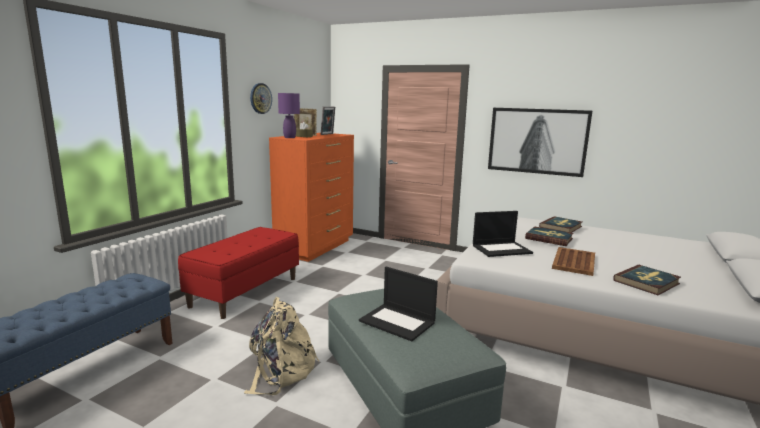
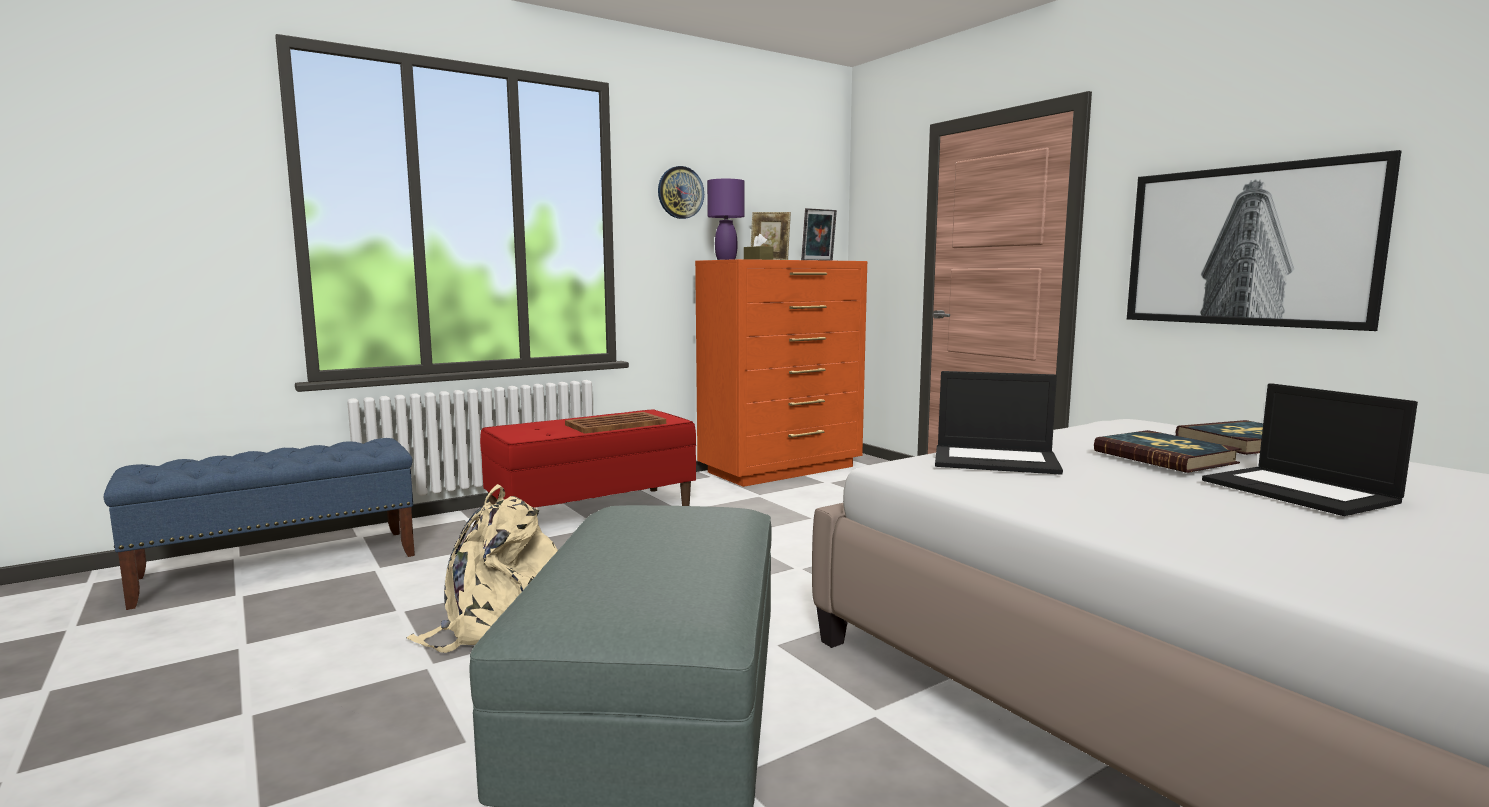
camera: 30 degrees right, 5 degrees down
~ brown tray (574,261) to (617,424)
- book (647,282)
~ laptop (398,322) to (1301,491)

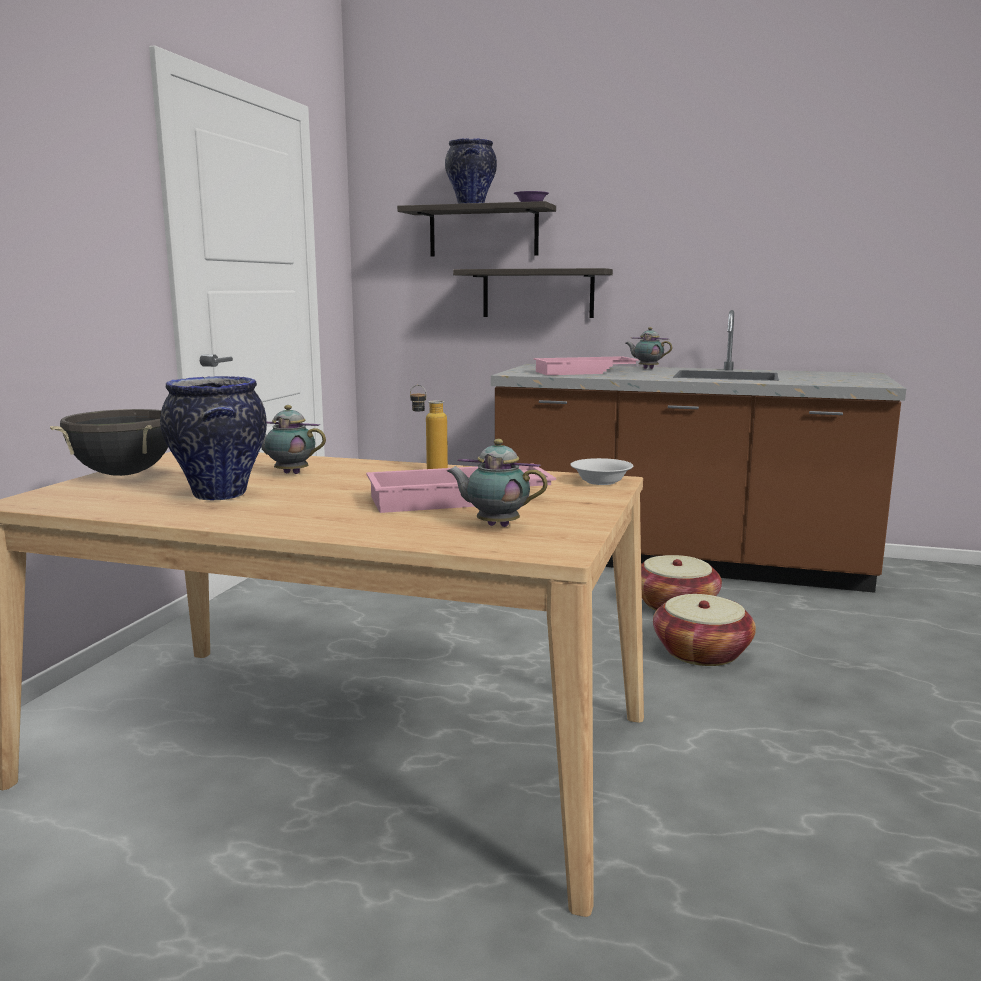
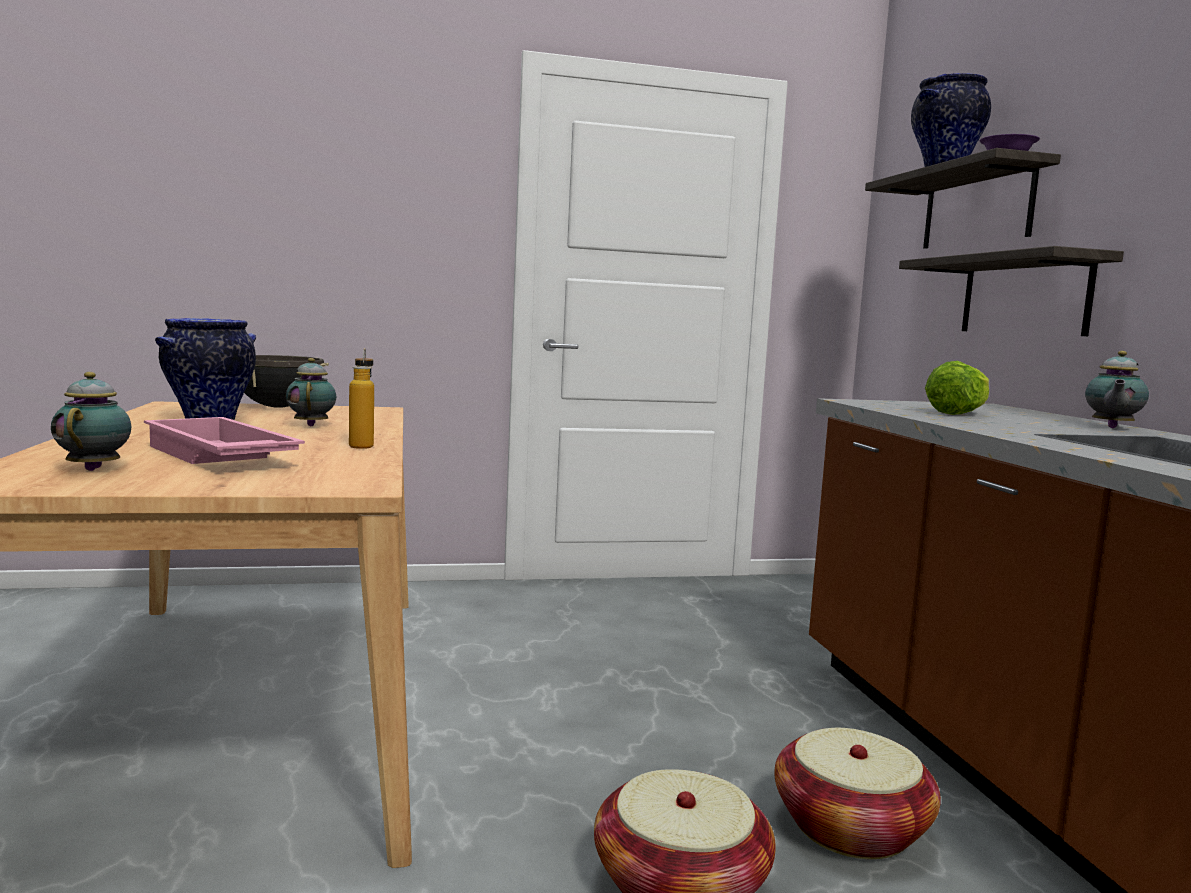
camera: 60 degrees right, 5 degrees down
~ teapot (647,368) = (1111,427) 150 degrees counterclockwise
~ pink tray (584,372) to lettuce (958,413)
- white bowl (602,482)

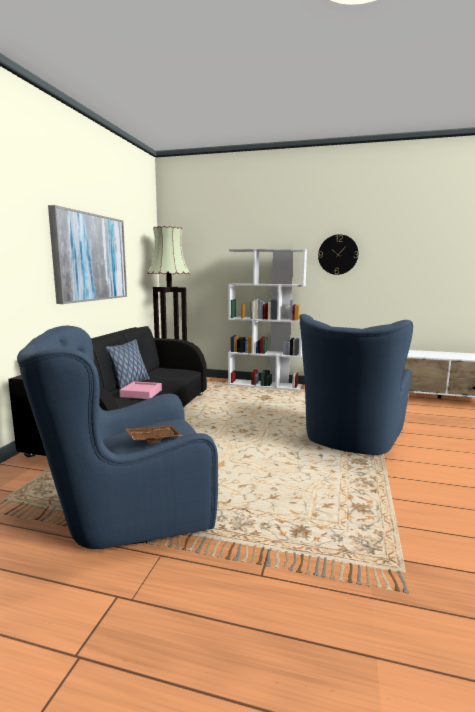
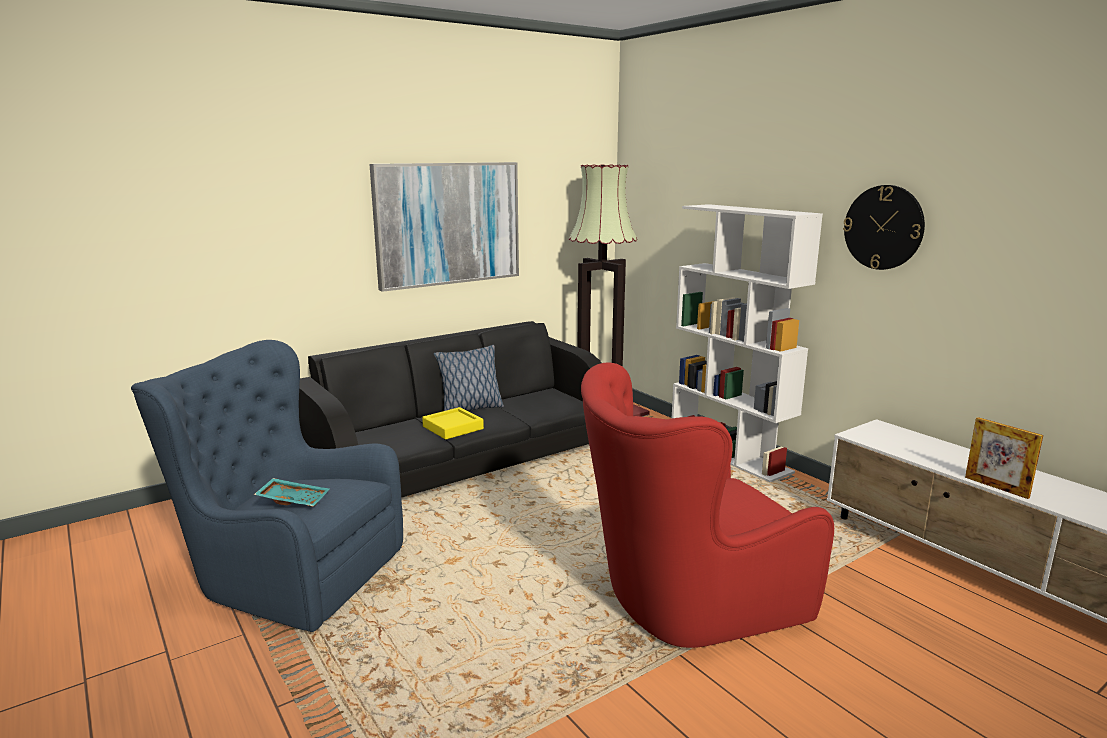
camera: 40 degrees right, 5 degrees up
~ blue armchair (350,439) to red armchair (686,601)
~ pink tray (141,393) to yellow tray (453,428)
~ brown tray (153,439) to turquoise tray (294,499)
+ picture frame (996,487)

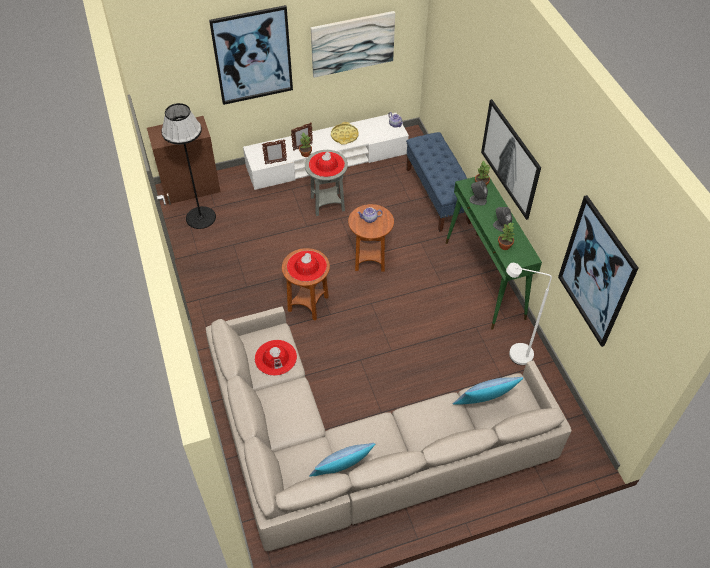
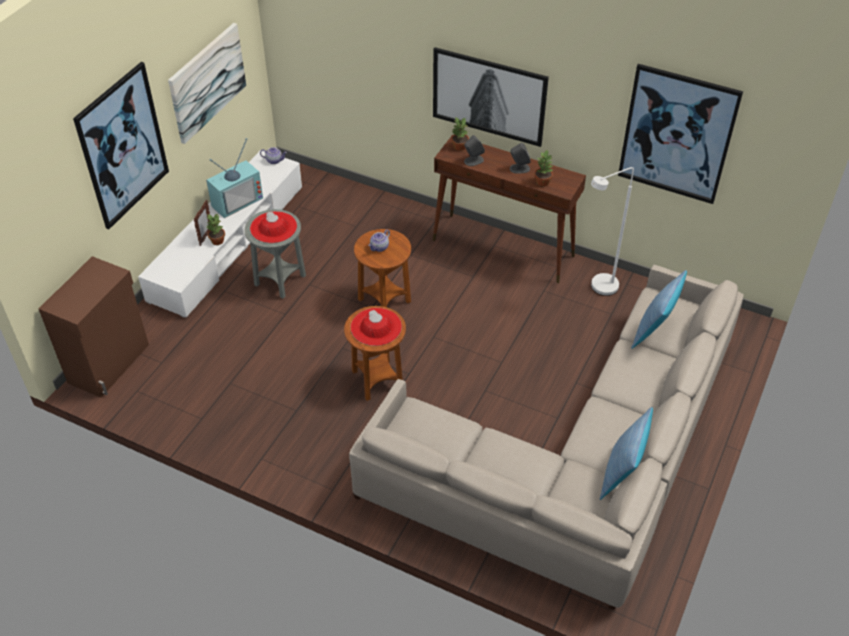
camera: 45 degrees left, 5 degrees down
- black floor lamp (201,217)
~ yellow tray (344,136) to television (236,200)
- blue bench (437,196)
- picture frame (275,162)
~ green console table (484,280) to brown console table (503,248)
- red hat (275,357)

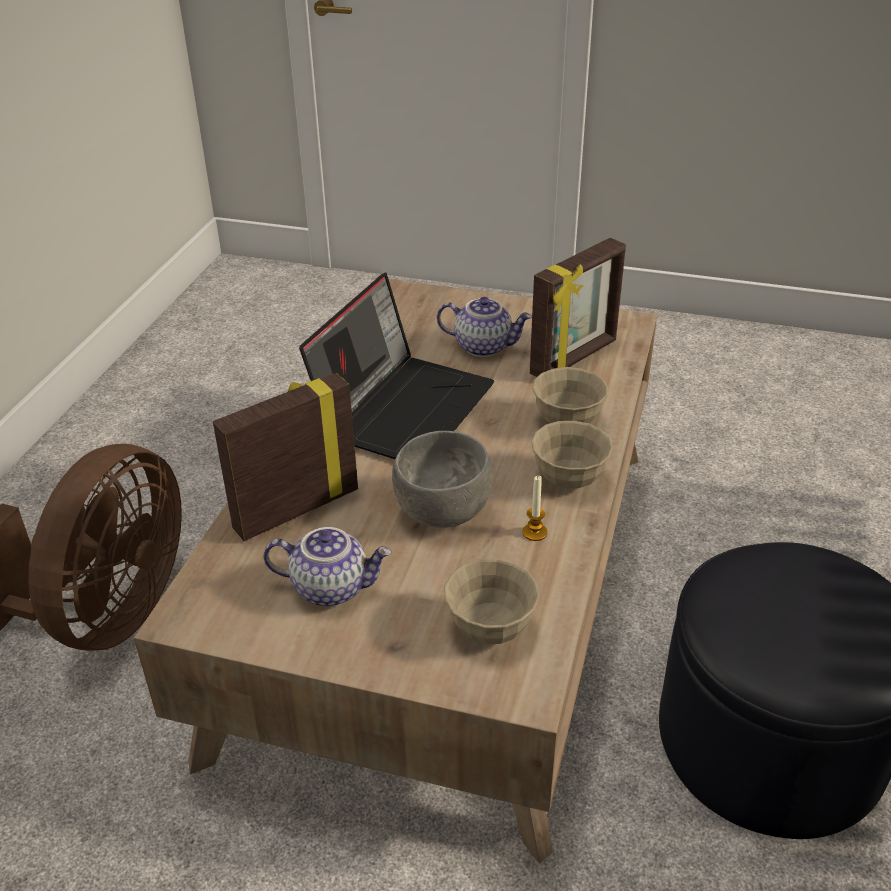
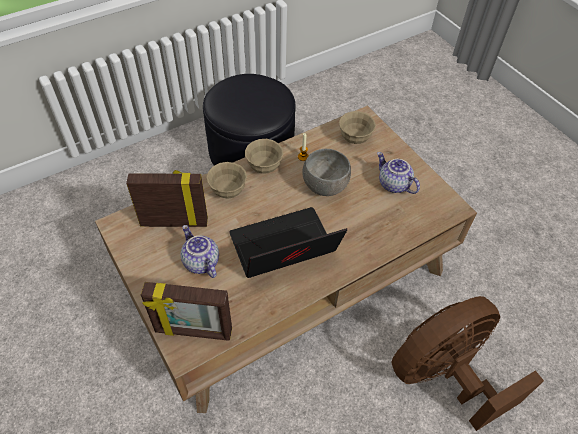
camera: 140 degrees left, 15 degrees up
~ picture frame (295,508) to (193,332)

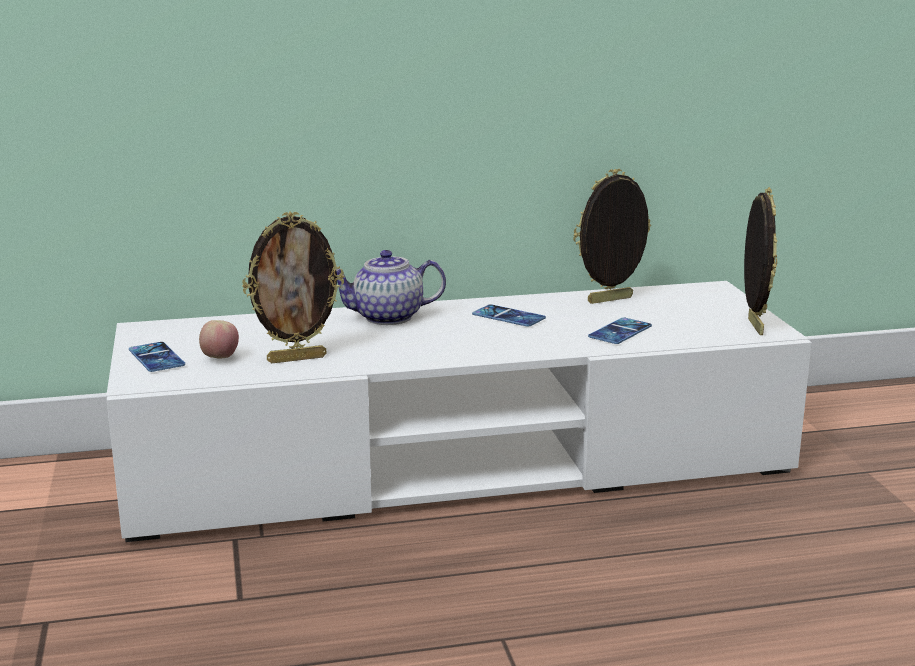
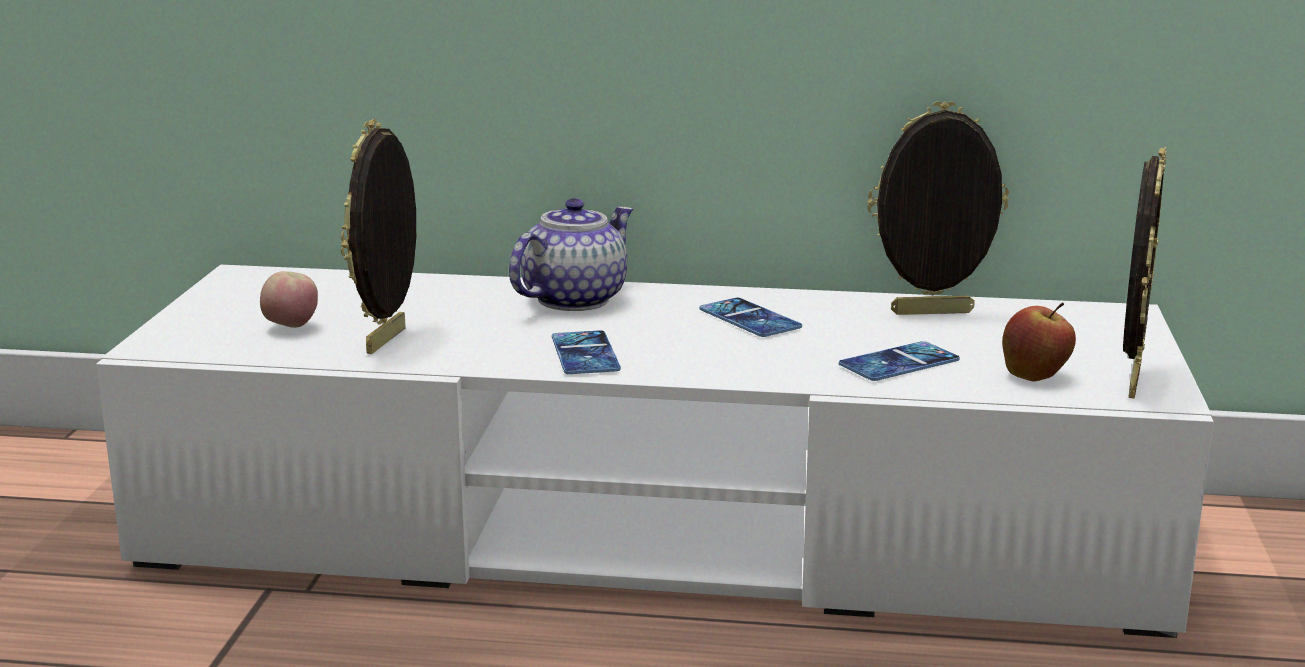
camera: 20 degrees right, 0 degrees up
~ picture frame (297,358) = (389,341) 105 degrees clockwise
~ teapot (387,317) = (574,299) 120 degrees clockwise
~ phone (156,358) to (585,354)
+ apple (1035,376)

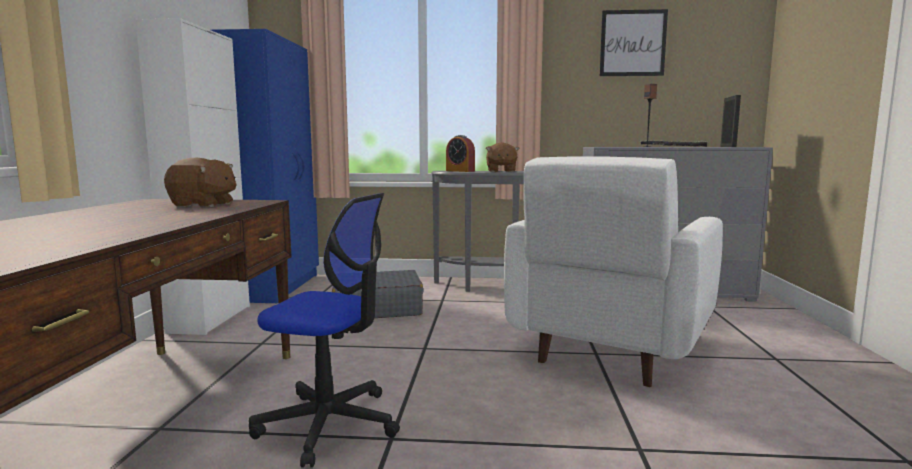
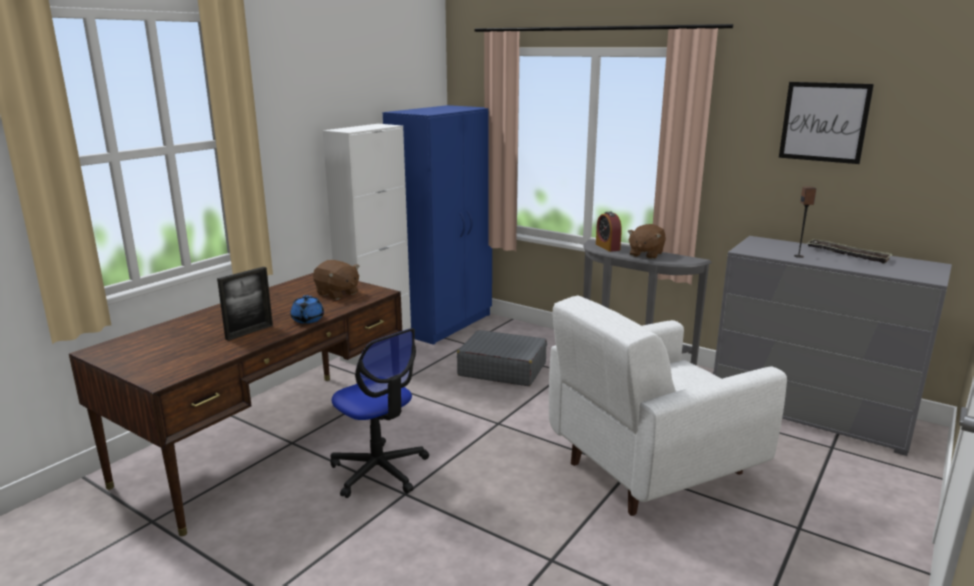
camera: 30 degrees right, 10 degrees up
~ picture frame (728,146) to (249,332)
+ blue teapot (307,320)

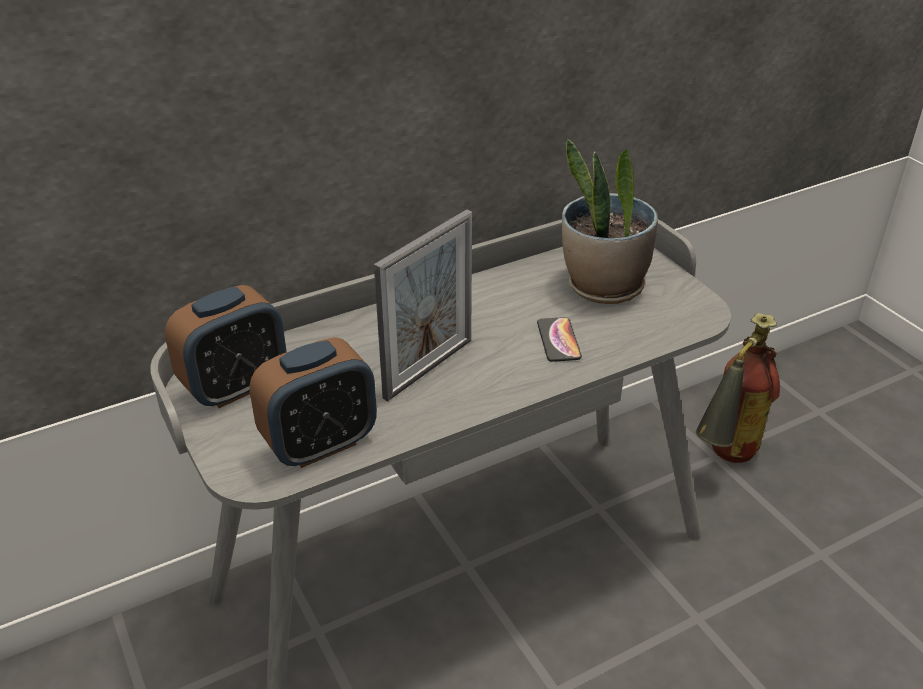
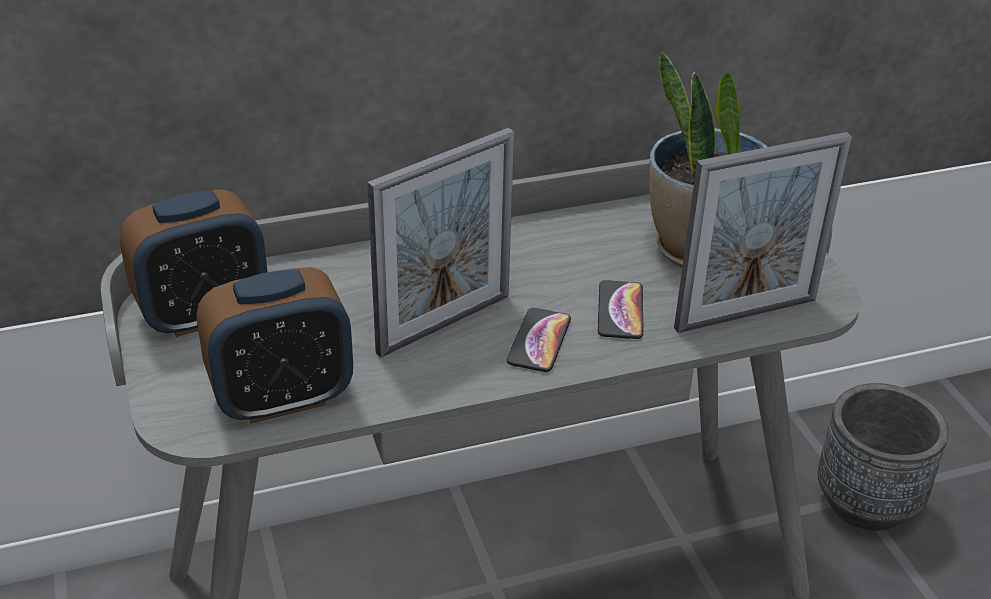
camera: 10 degrees right, 0 degrees up
~ fire extinguisher (723,460) to grey planter (866,503)
+ picture frame (745,314)
+ phone (539,341)

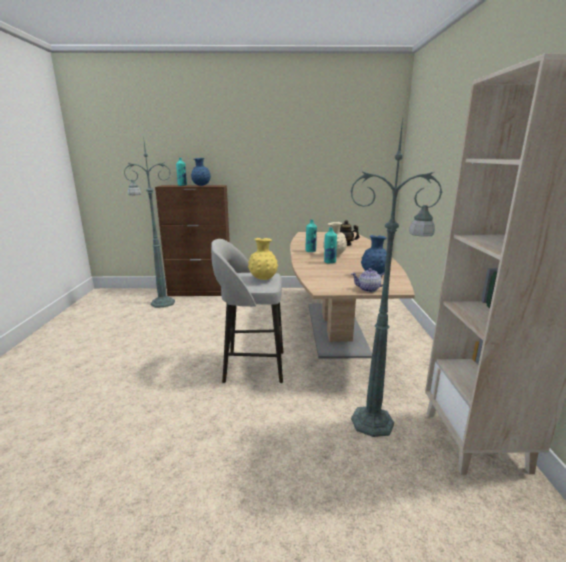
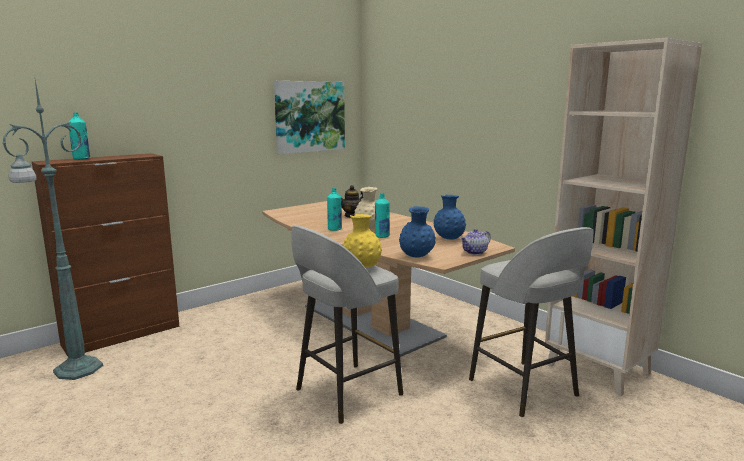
camera: 40 degrees left, 5 degrees down
~ green floor lamp (375,422) to grey stool (524,389)
~ blue vase (201,185) to (416,256)
+ picture (310,116)

